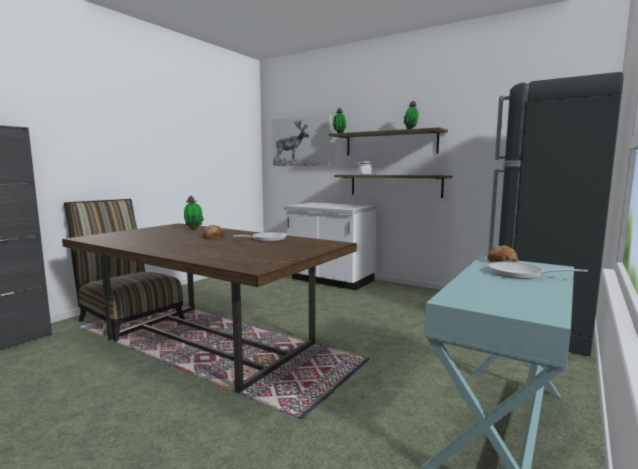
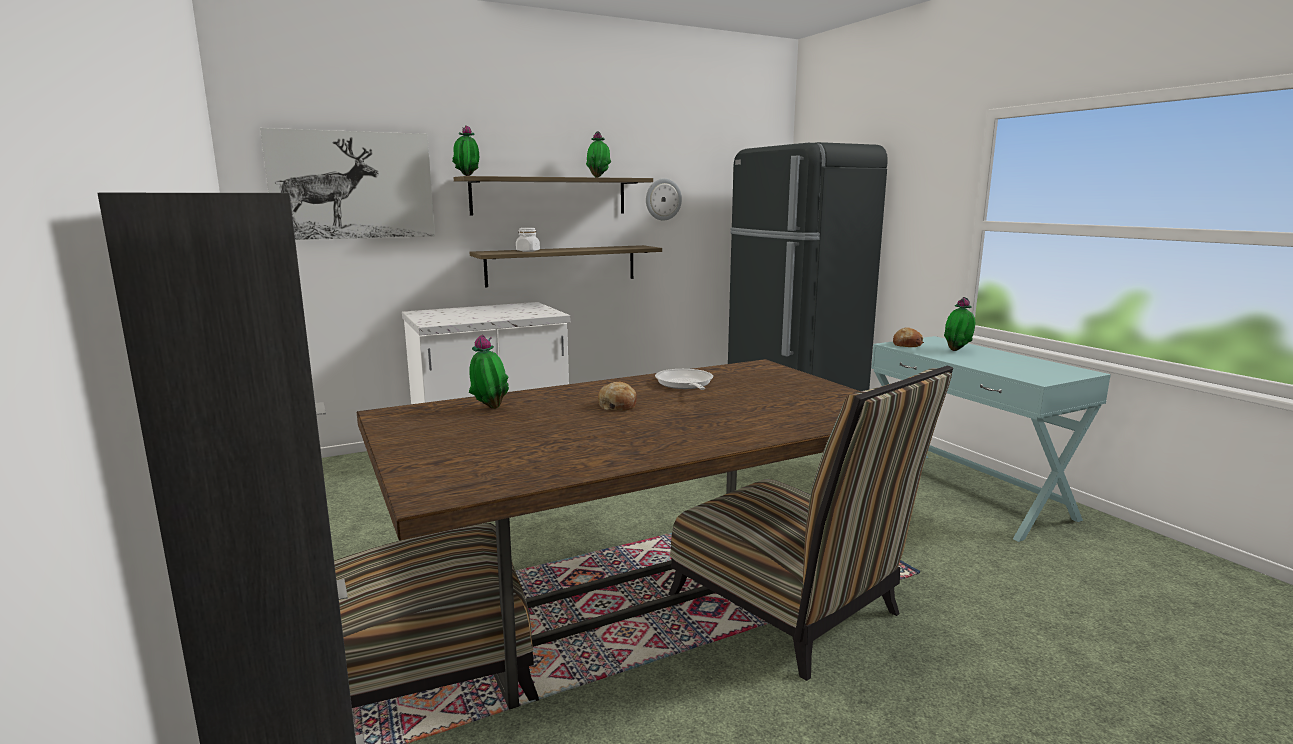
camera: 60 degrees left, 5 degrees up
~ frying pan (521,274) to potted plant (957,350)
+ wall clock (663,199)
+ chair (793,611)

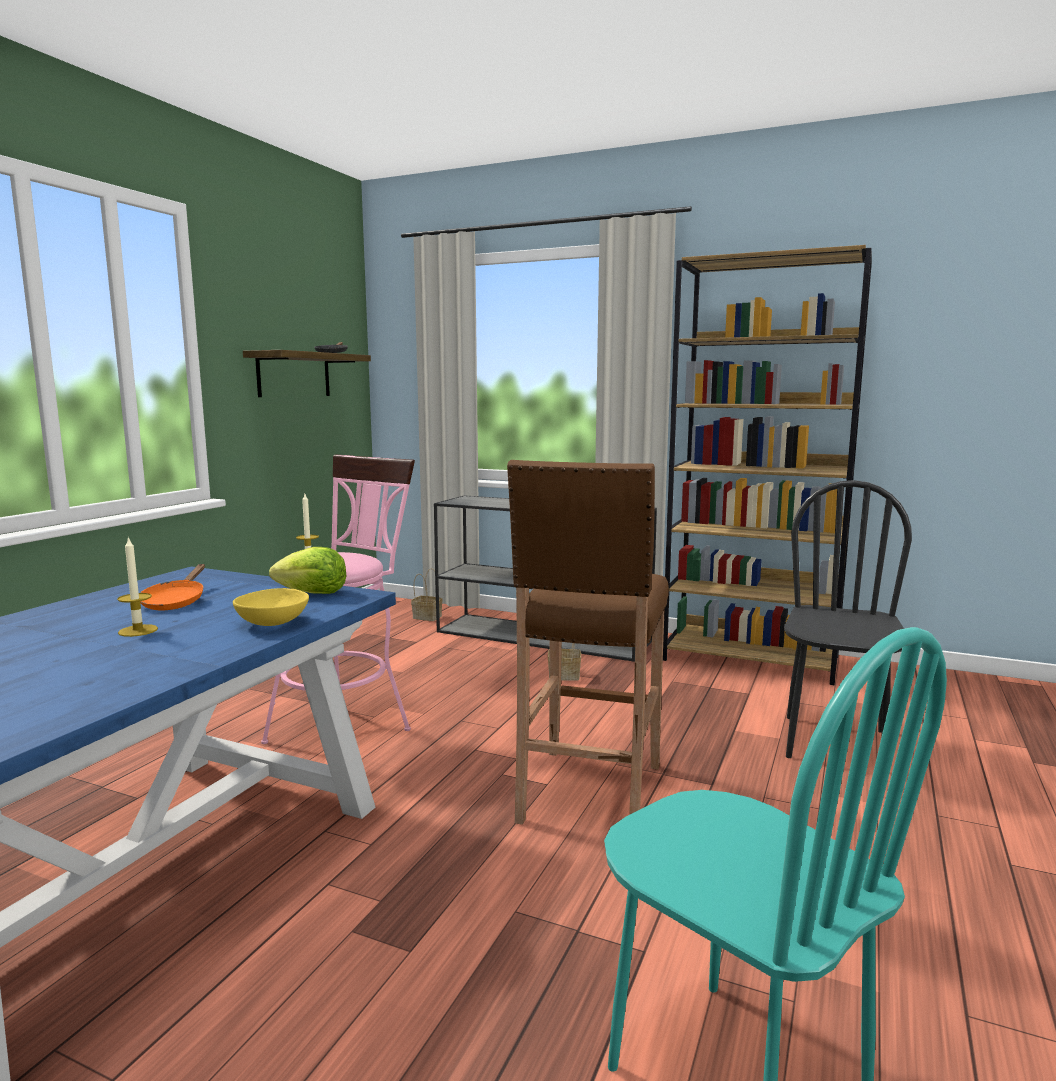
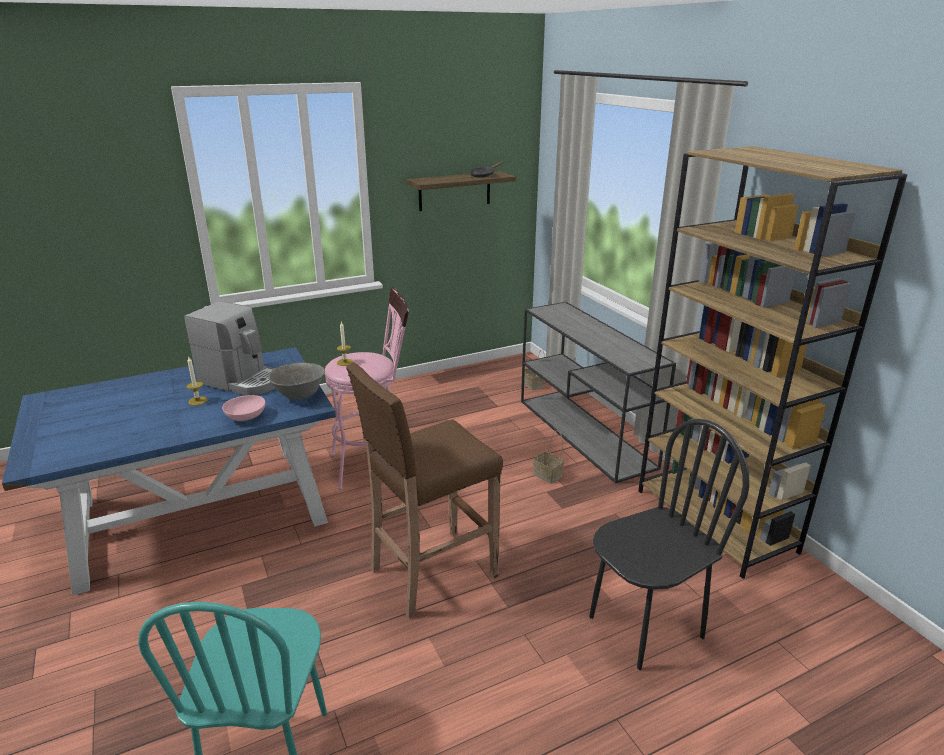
camera: 40 degrees right, 15 degrees up
~ lettuce (312,593) to grey bowl (299,396)
~ orange frying pan (175,602) to coffee machine (242,381)
~ yellow bowl (272,623) to pink bowl (245,417)

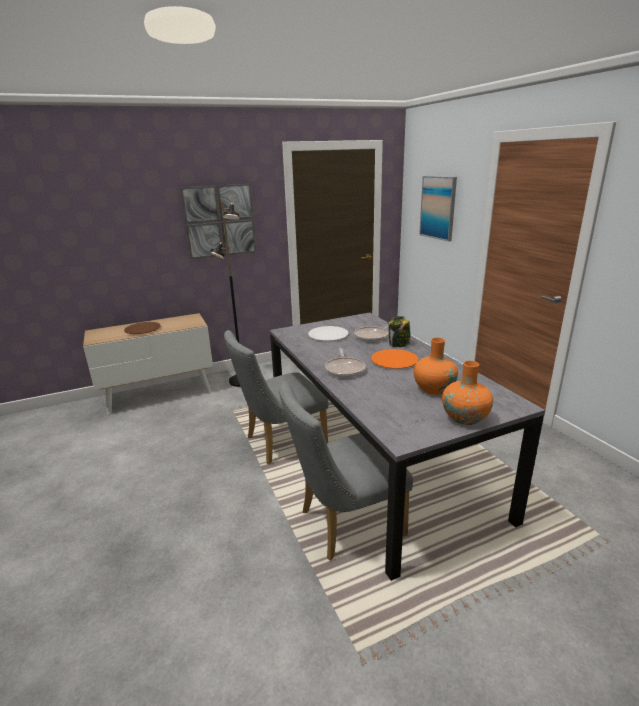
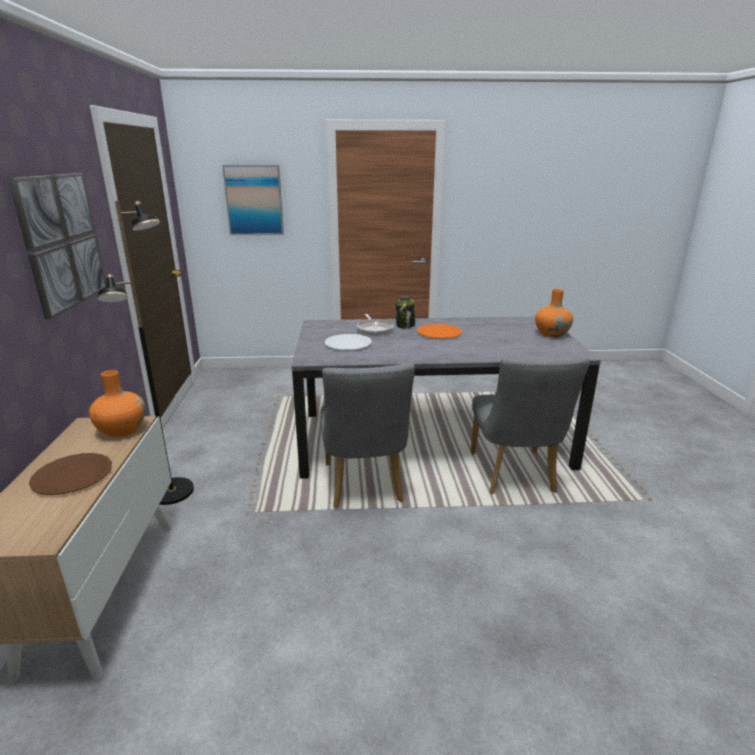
camera: 70 degrees left, 0 degrees up
~ orange vase (434,389) to (122,430)
- frying pan (345,369)

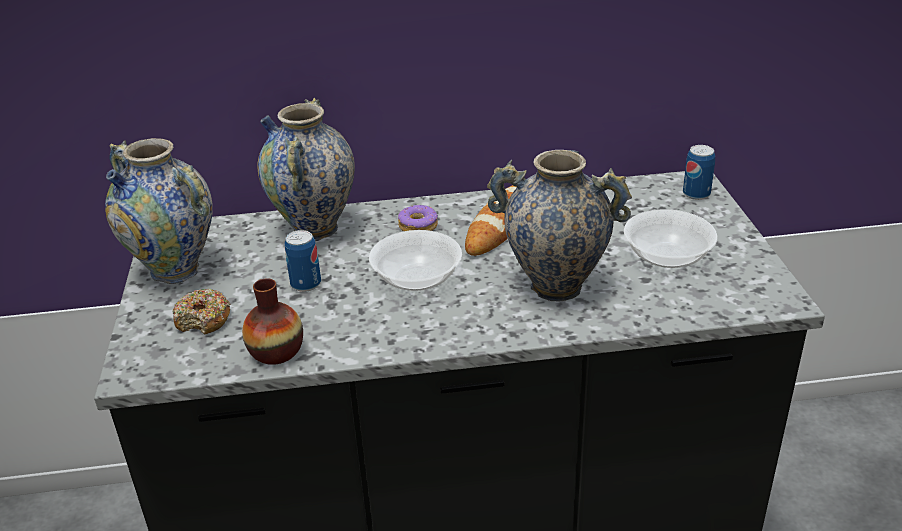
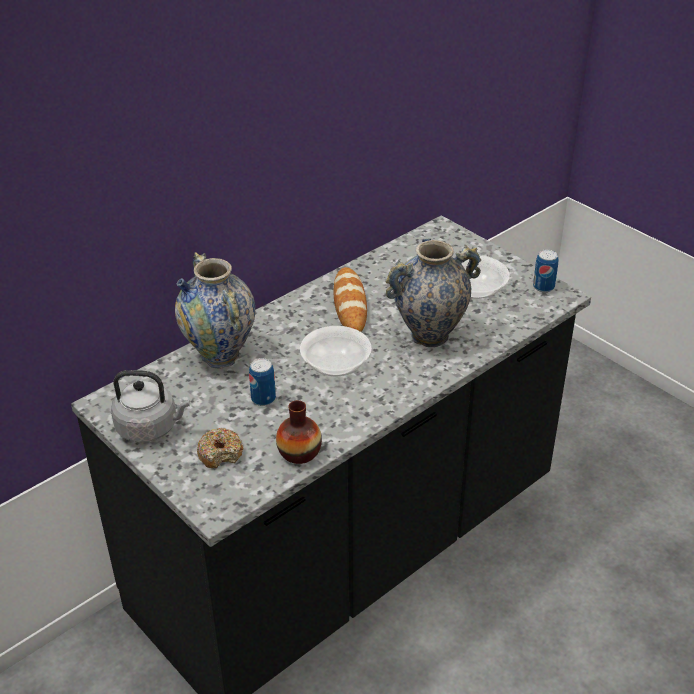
camera: 35 degrees left, 5 degrees up
~ vase (175,270) to grey kettle (150,428)
~ can (696,194) to (543,287)
- donut (418,226)

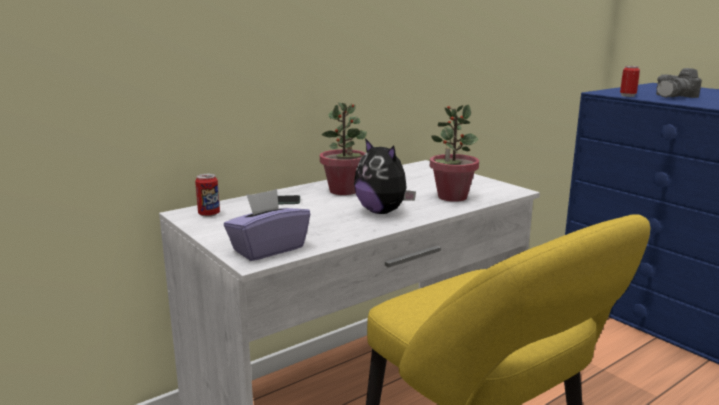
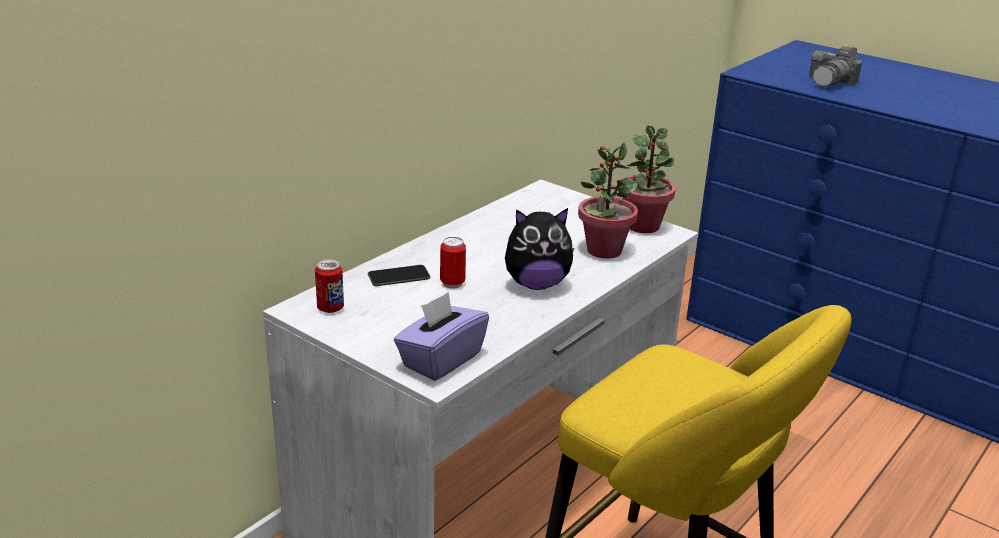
camera: 15 degrees left, 10 degrees up
~ can (627,96) to (452,283)
~ potted plant (344,191) to (643,226)
~ plush toy (382,212) = (536,284) 45 degrees counterclockwise

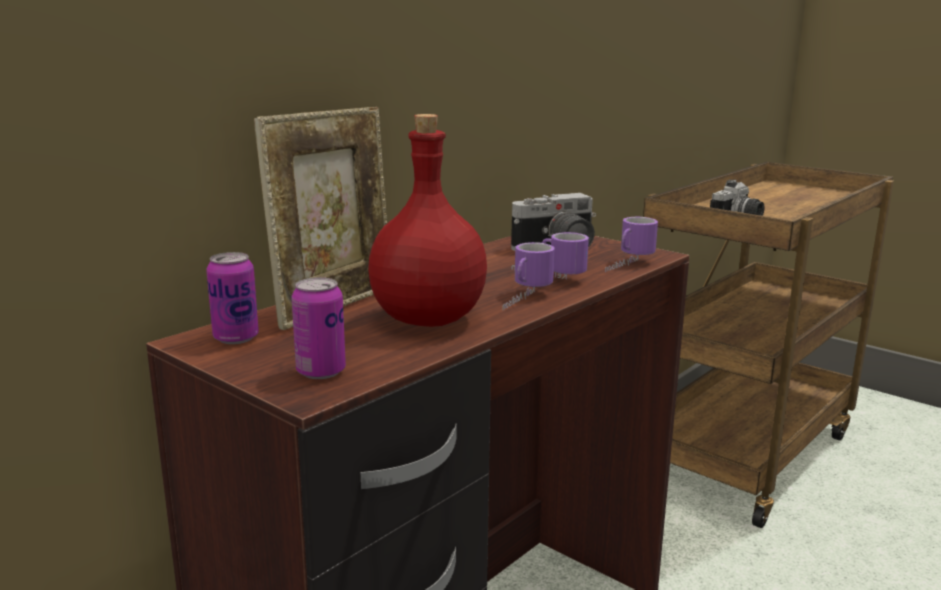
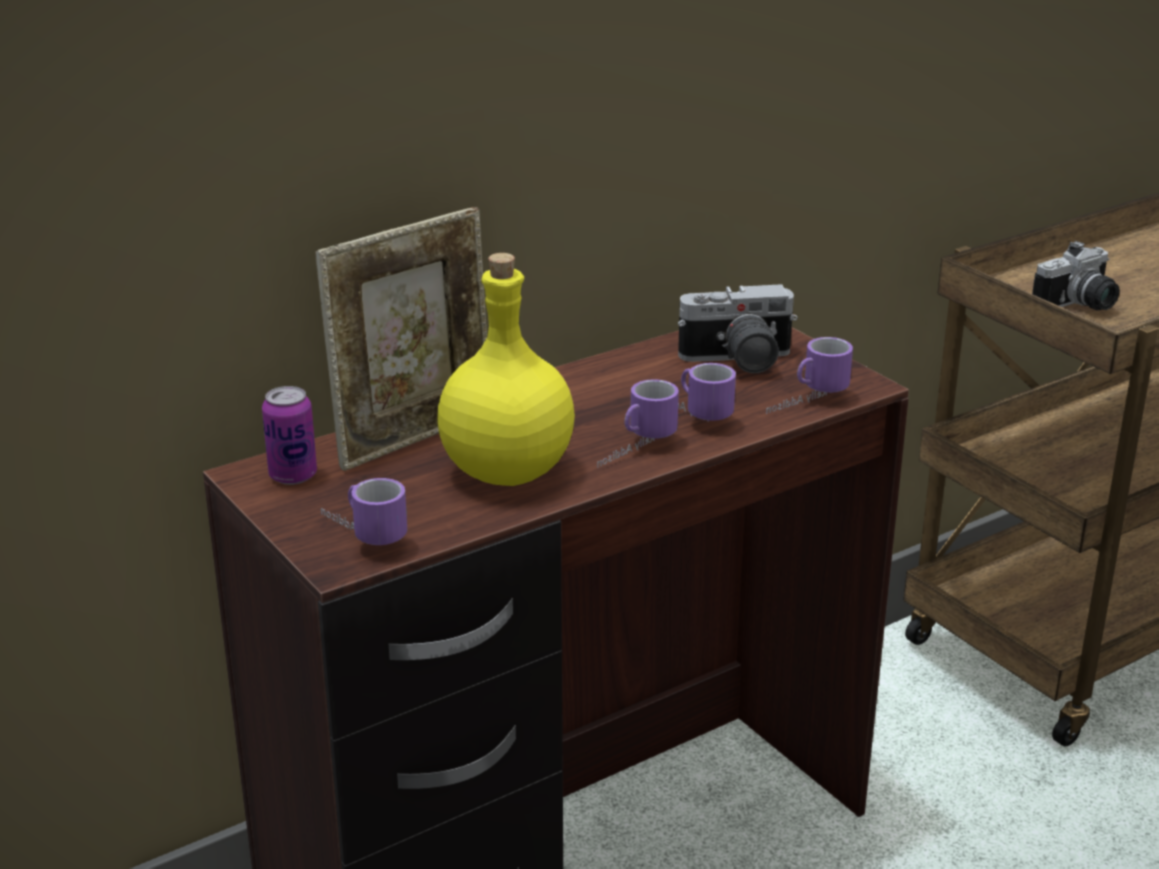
camera: 15 degrees right, 10 degrees up
~ red bottle (426,319) to yellow bottle (506,470)
~ can (321,371) to mug (360,535)

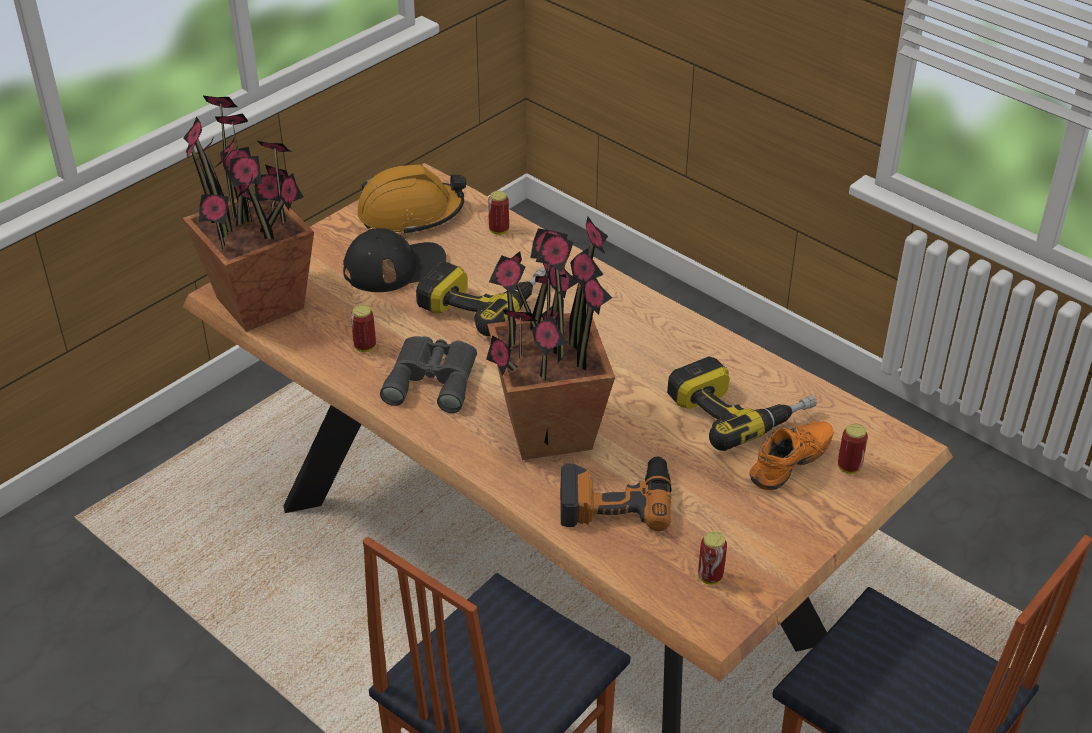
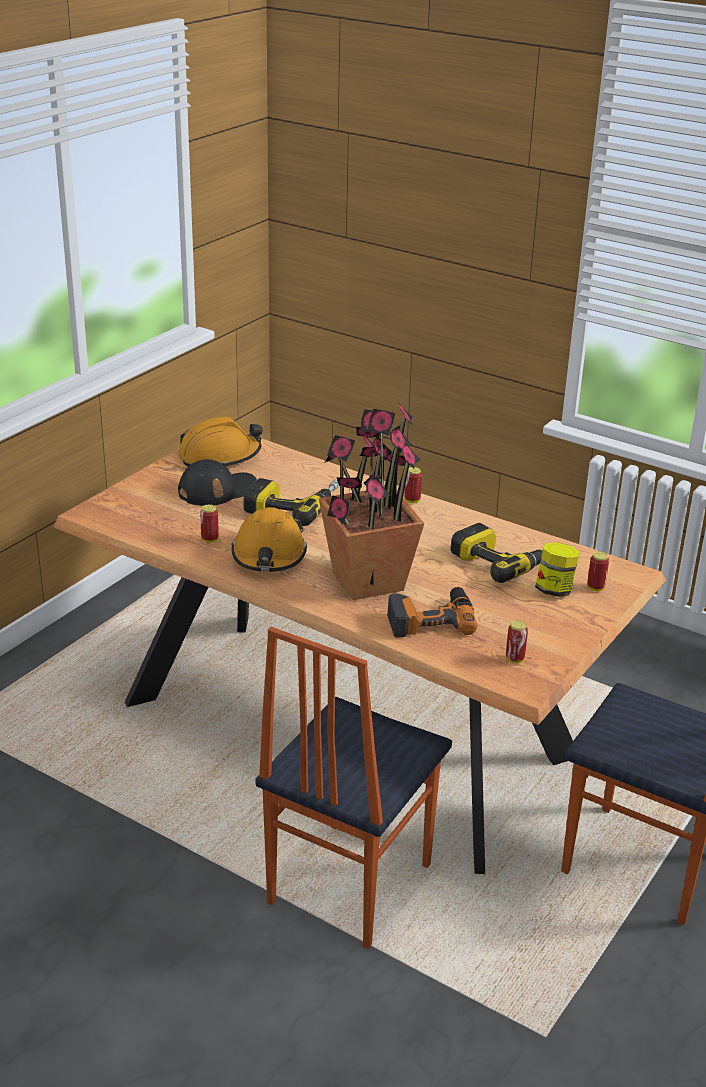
camera: 10 degrees left, 10 degrees down
- potted plant (261,303)
~ can (499,230) to (412,500)
~ grey binoculars (433,378) to orange hard hat (269,555)
~ orange shoe (792,466) to jar (554,590)

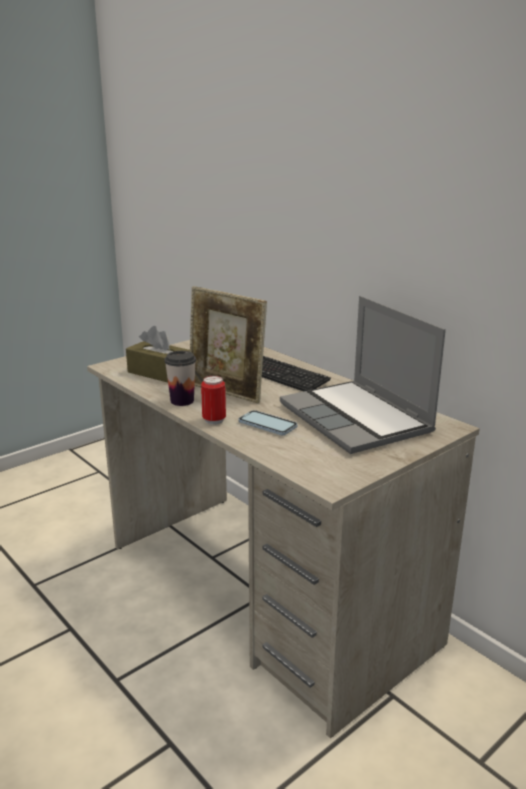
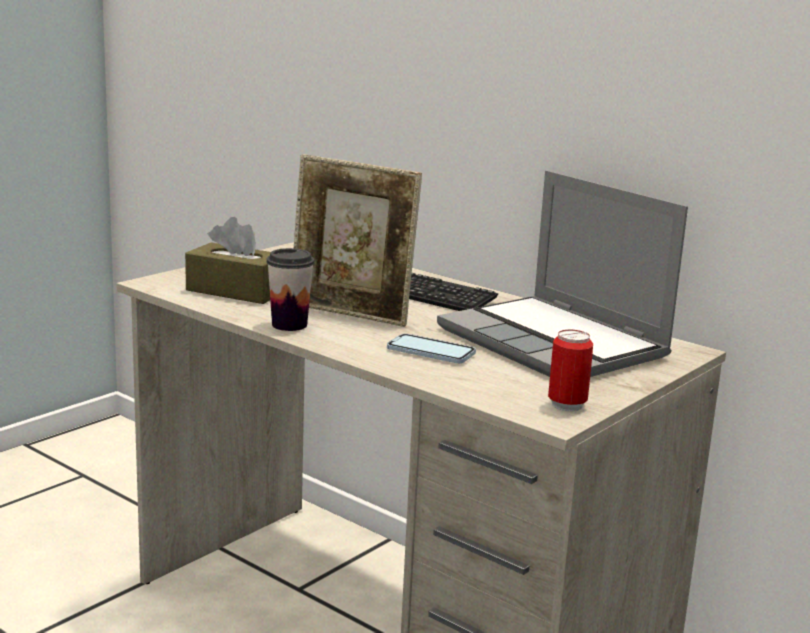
camera: 10 degrees left, 5 degrees down
~ can (214,420) to (567,405)

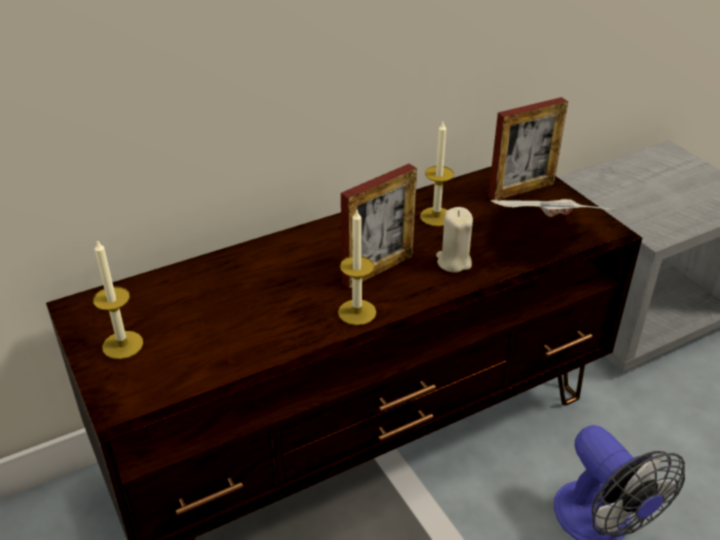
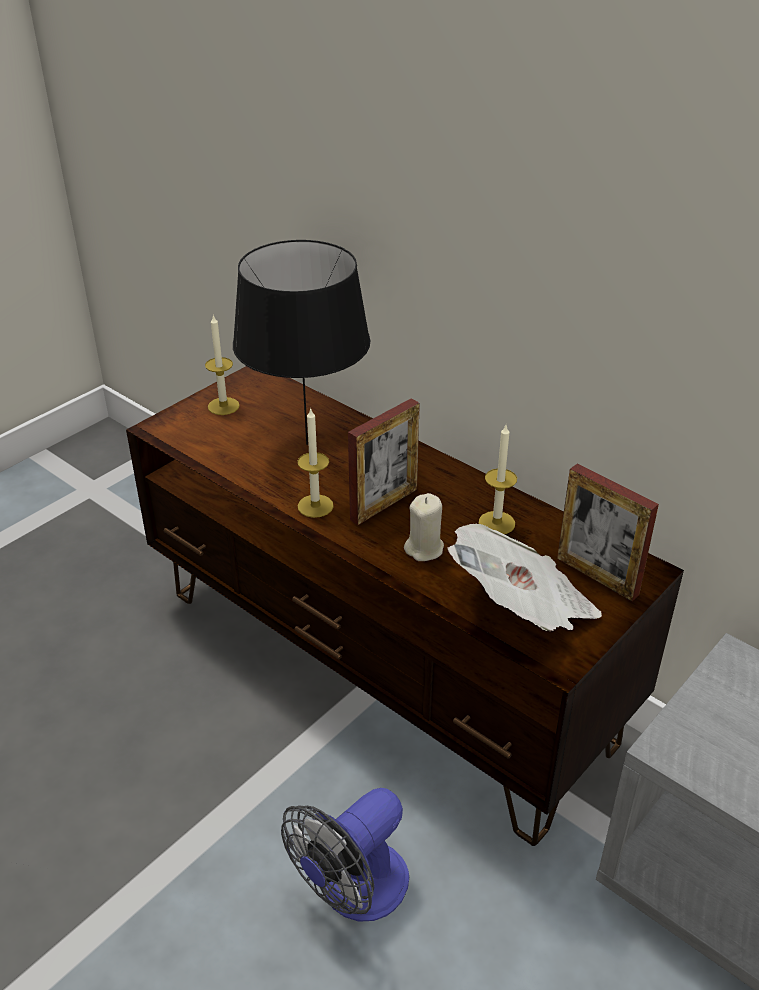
camera: 70 degrees right, 0 degrees up
~ picture frame (378,269) = (384,504) 75 degrees counterclockwise
+ black table lamp (306,443)

